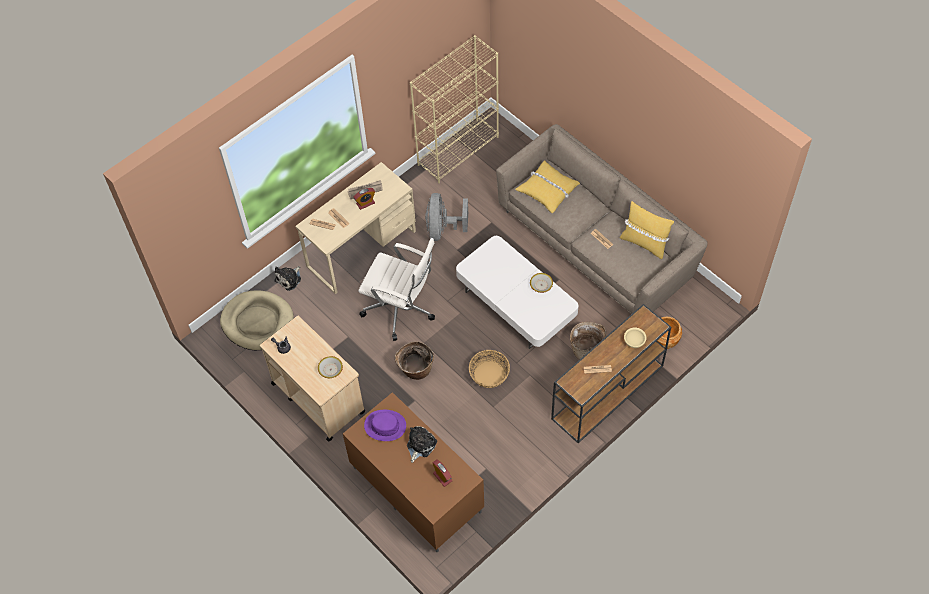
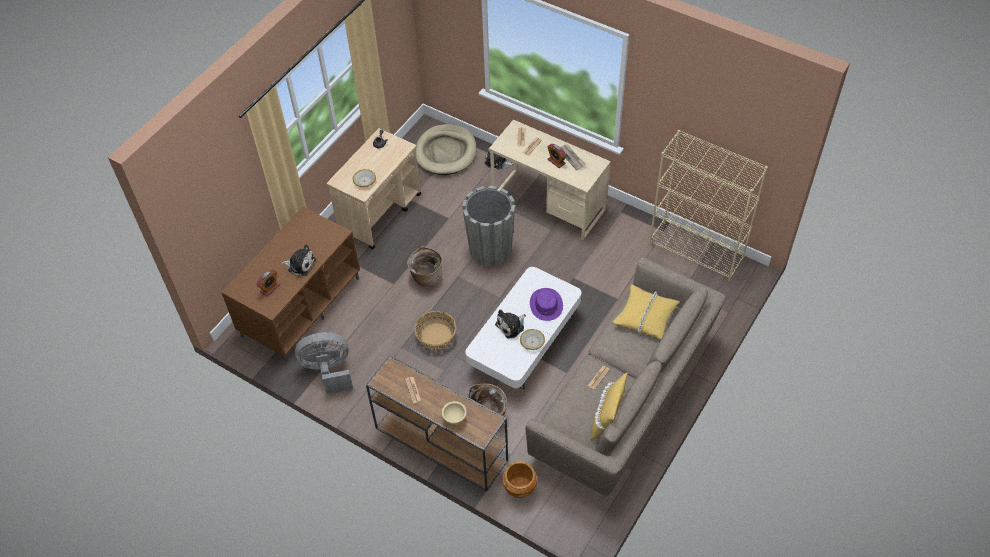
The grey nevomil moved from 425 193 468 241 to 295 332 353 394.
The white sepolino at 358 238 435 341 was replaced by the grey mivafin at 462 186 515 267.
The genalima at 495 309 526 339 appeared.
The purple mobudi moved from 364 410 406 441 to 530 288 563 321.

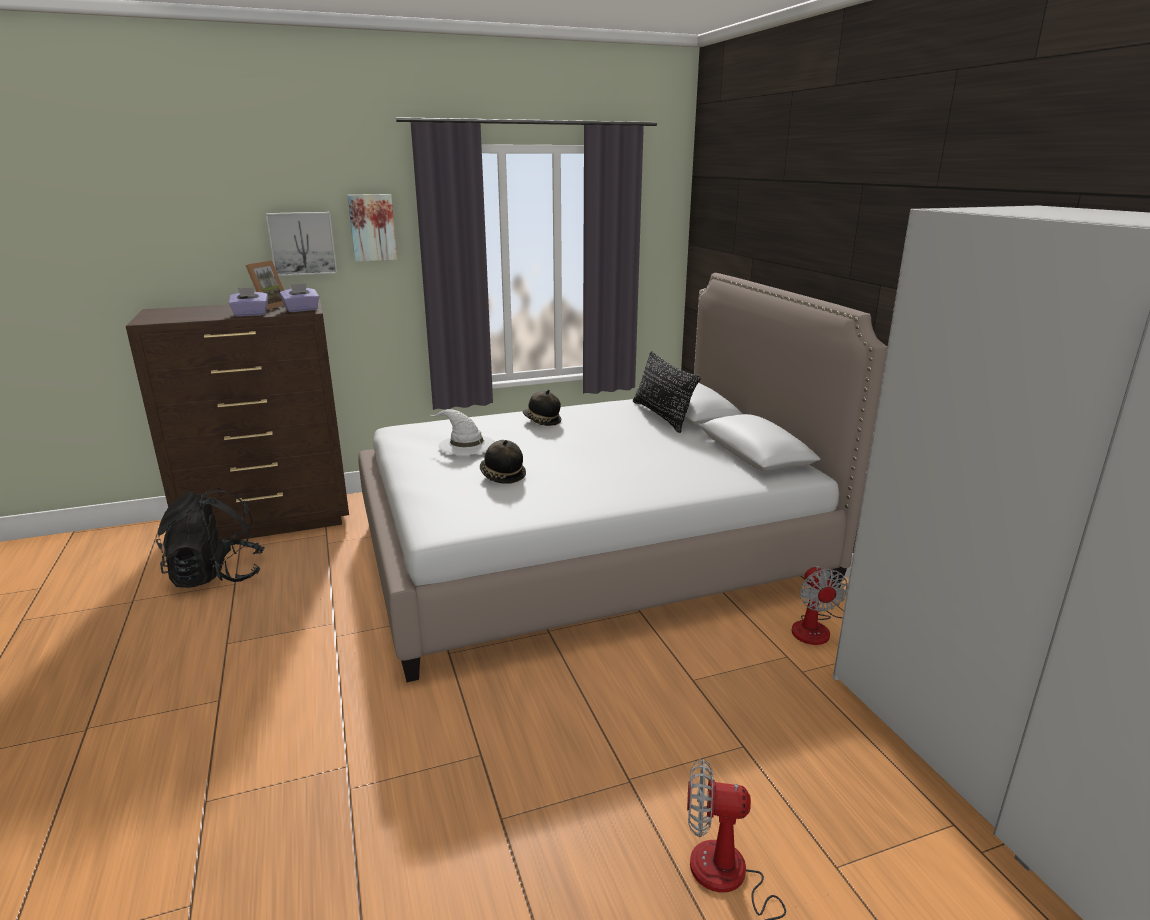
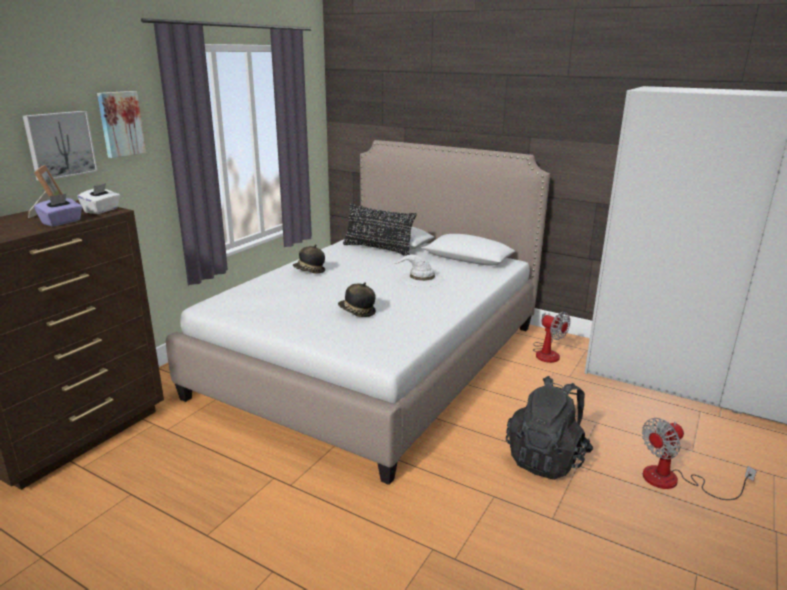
The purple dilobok at 280 283 319 312 became the white dilobok at 78 183 120 214.
The white mobudi moved from 429 409 495 455 to 395 255 444 287.
The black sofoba moved from 156 488 265 588 to 506 376 593 480.

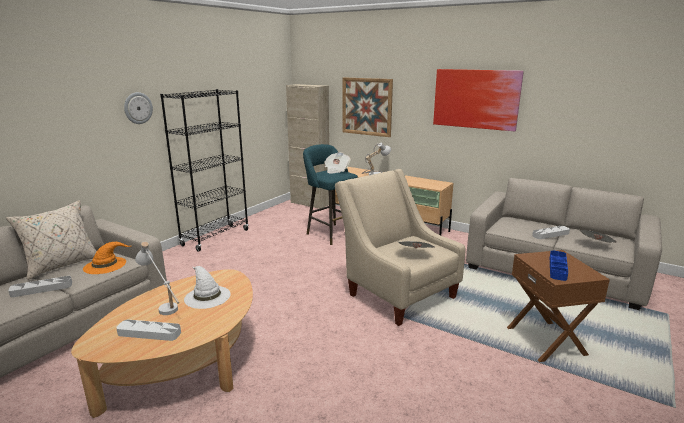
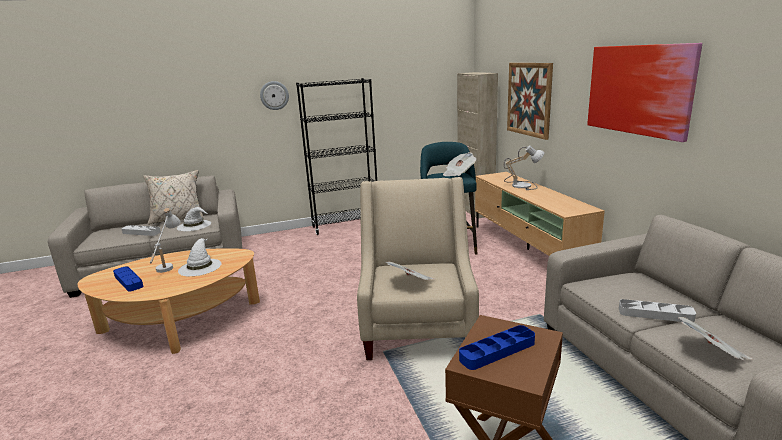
The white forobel at 116 320 181 341 became the blue forobel at 113 266 143 292.
The orange mobudi at 83 242 131 274 became the white mobudi at 177 207 211 231.

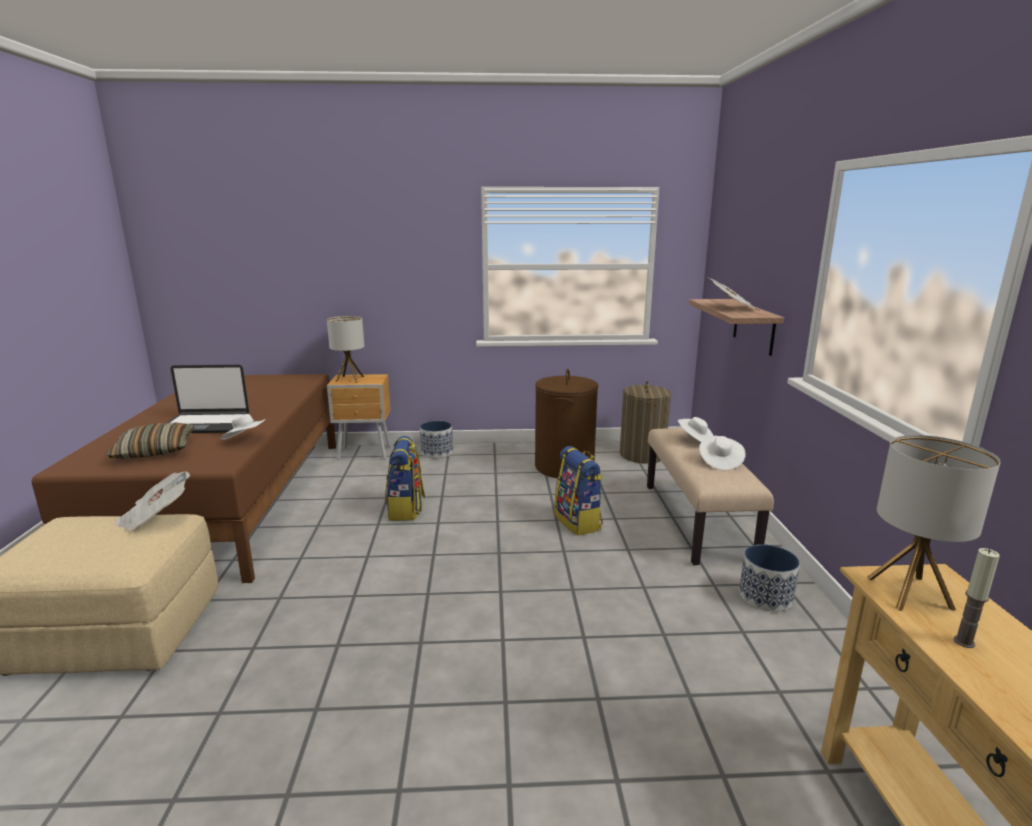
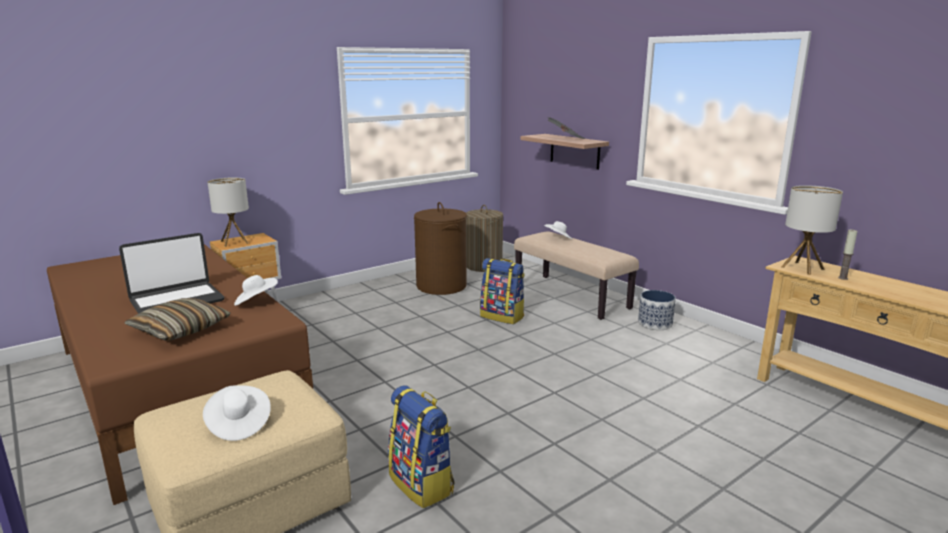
The white mobudi moved from 699 436 745 470 to 203 385 271 441.
The sofoba moved from 385 436 425 521 to 388 385 455 508.
The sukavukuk at 114 472 190 531 disappeared.
The mivafin at 420 421 453 458 disappeared.

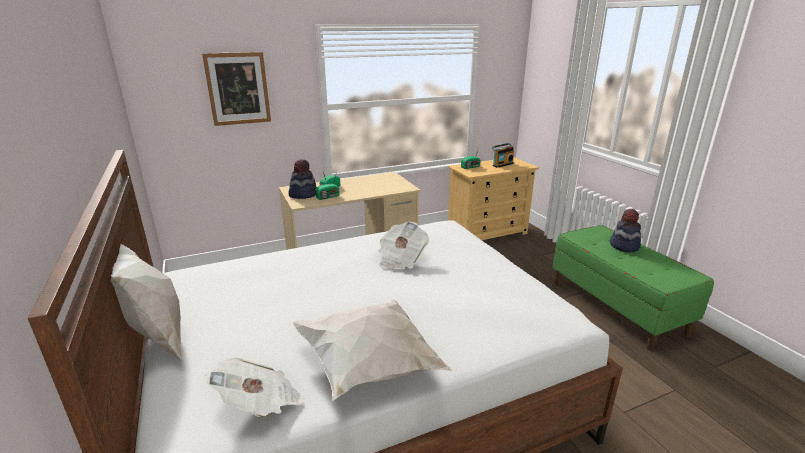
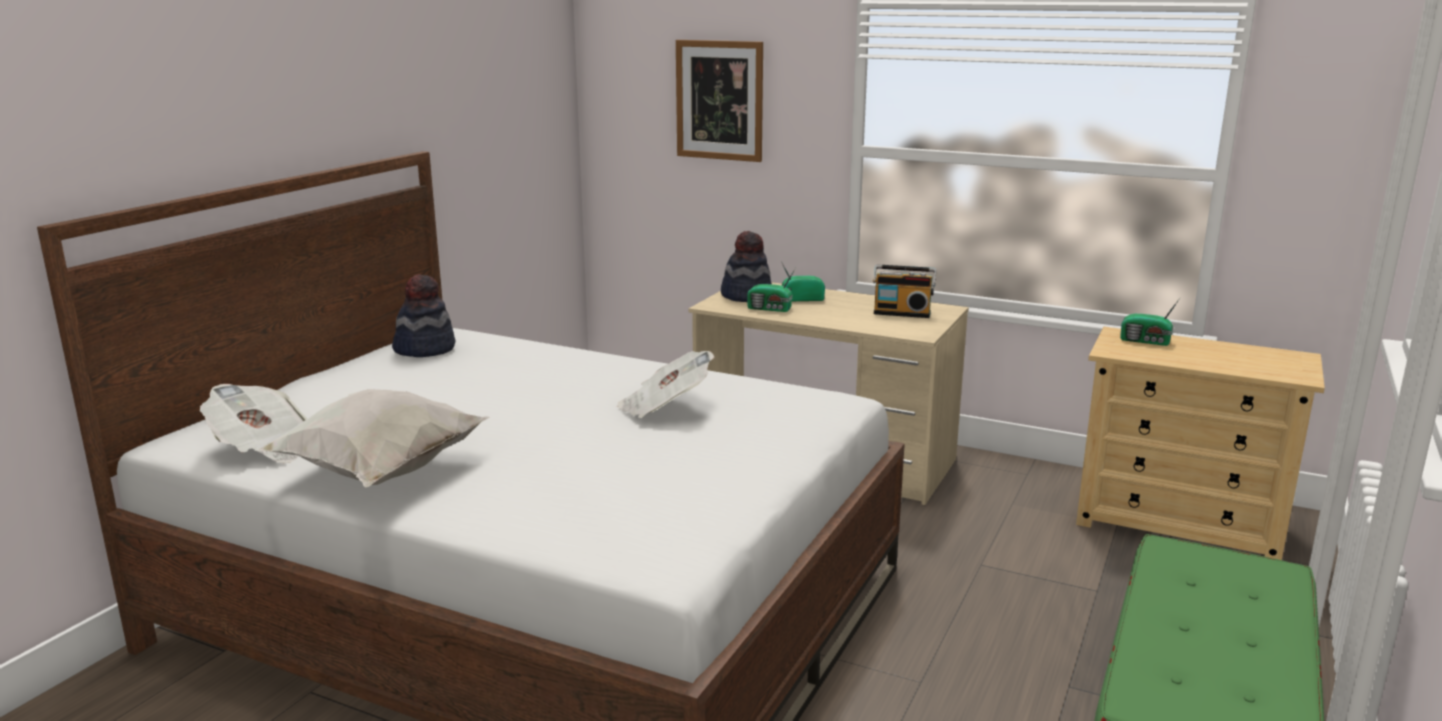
The mobudi moved from 610 209 641 253 to 392 274 456 357.
The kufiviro moved from 492 143 514 168 to 873 264 936 318.
The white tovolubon at 110 244 182 361 disappeared.

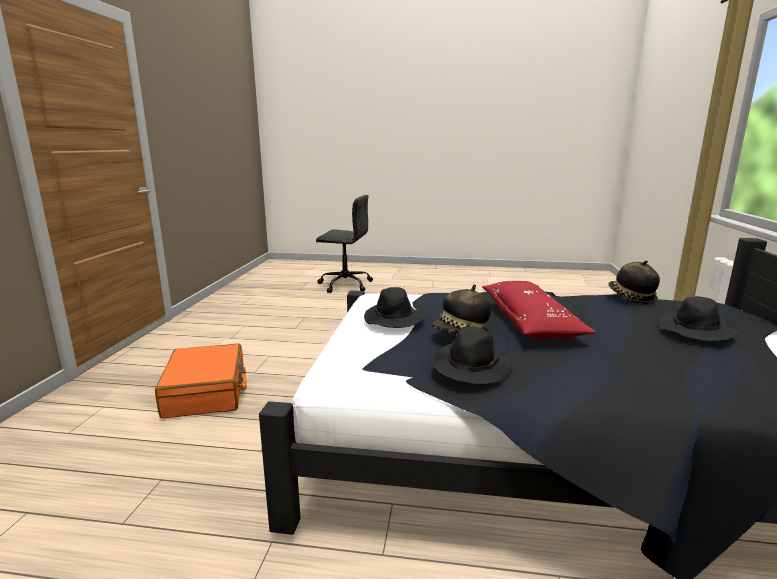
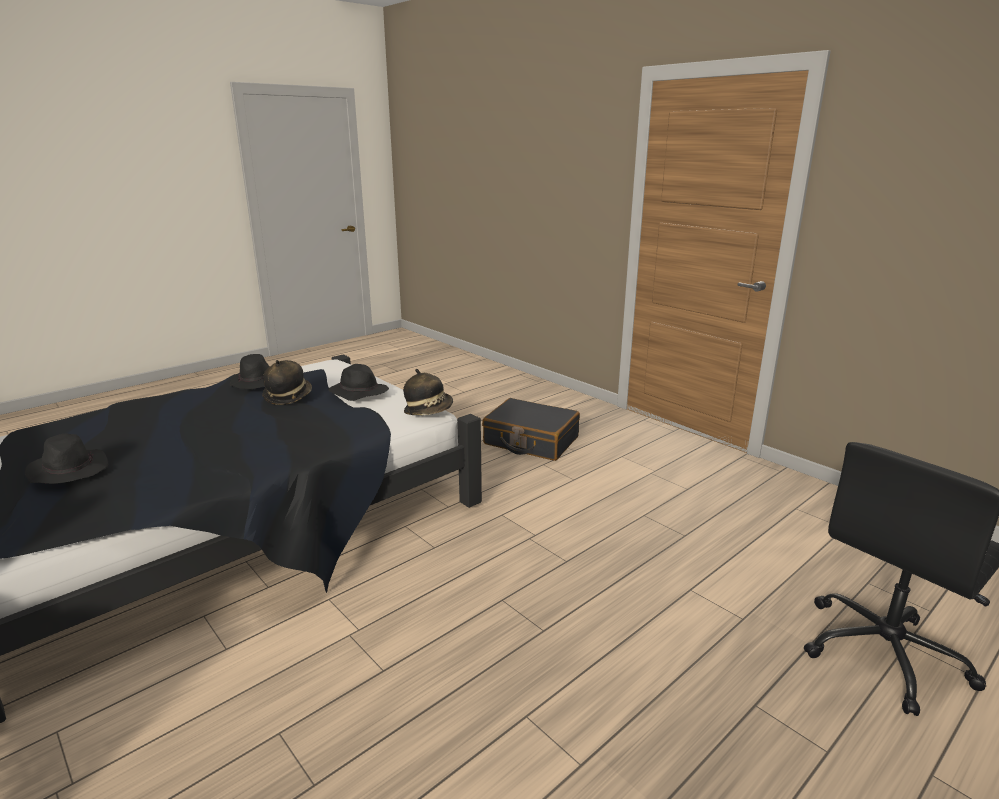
The mobudi moved from 608 260 660 305 to 403 369 453 416.
The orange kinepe at 155 343 247 419 became the black kinepe at 482 398 580 461.
The red tovolubon at 482 281 596 339 disappeared.

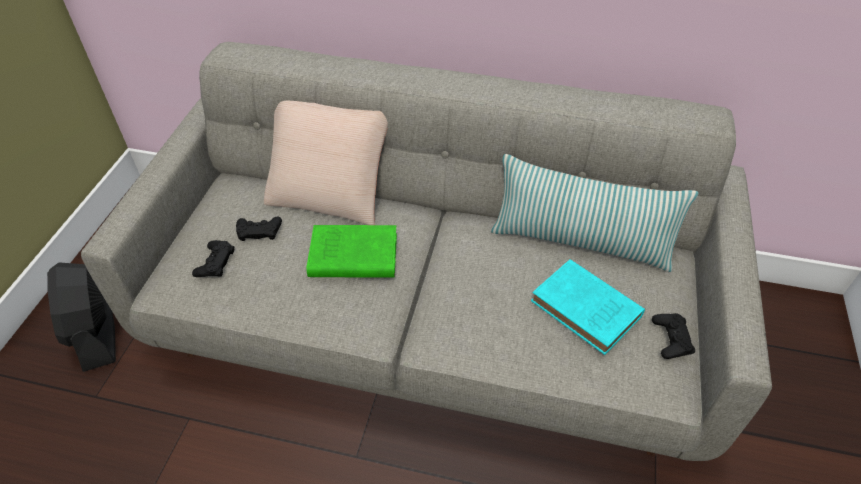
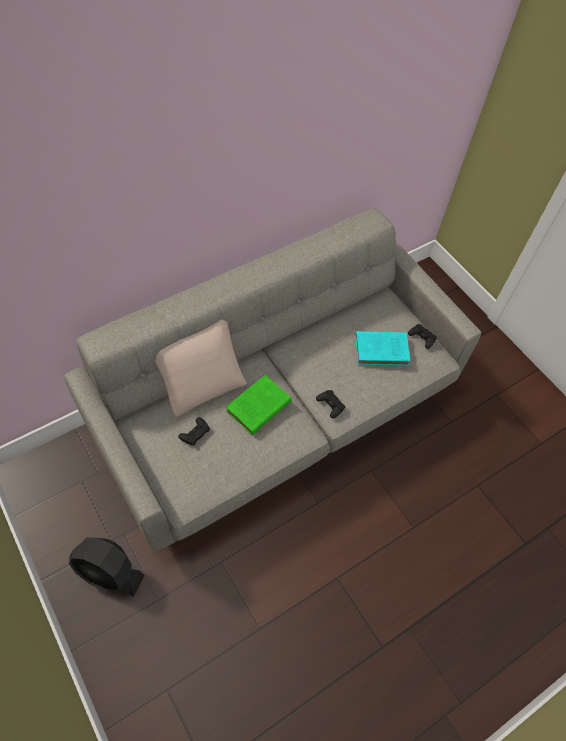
The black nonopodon moved from 192 240 234 277 to 316 390 345 419.
The tovolubon at 491 154 698 272 disappeared.

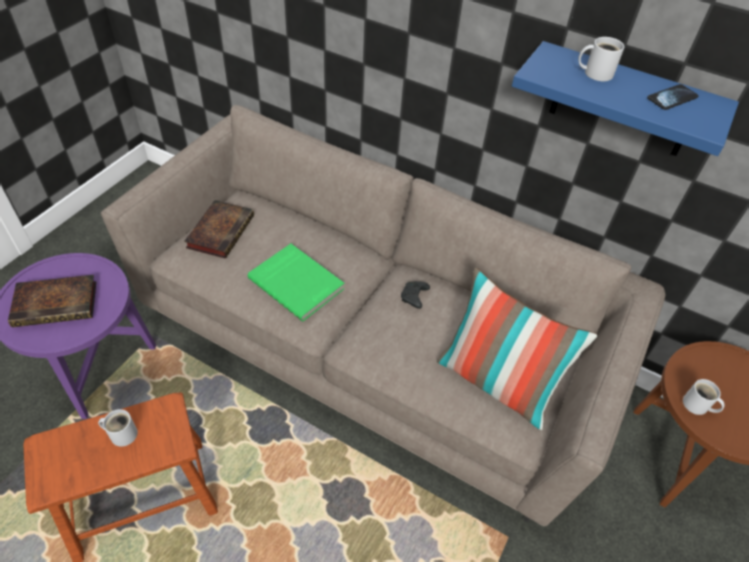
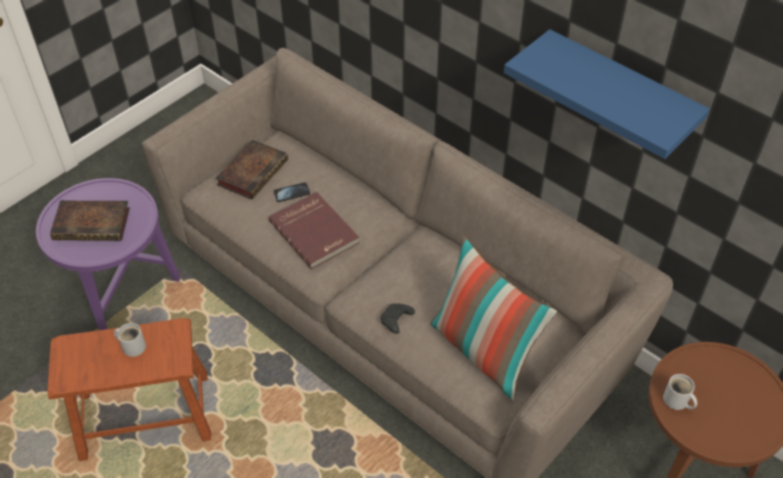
The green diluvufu at 248 244 344 322 became the red diluvufu at 269 192 359 269.
The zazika moved from 647 84 699 110 to 273 182 310 202.
The black nonopodon moved from 401 281 430 309 to 380 303 415 334.
The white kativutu at 578 37 624 81 disappeared.

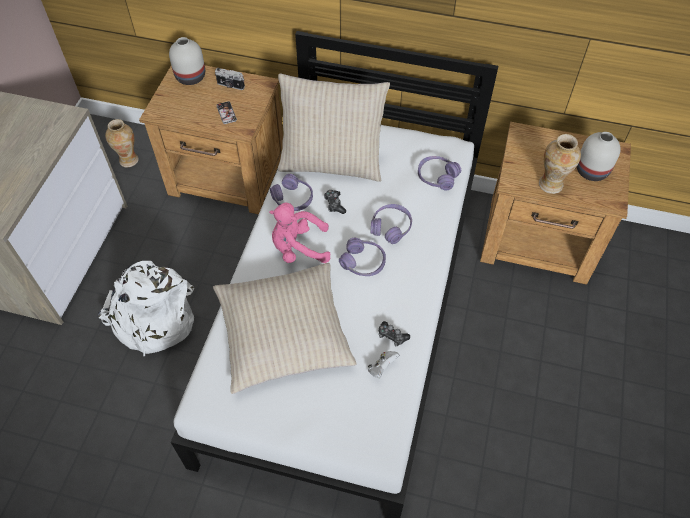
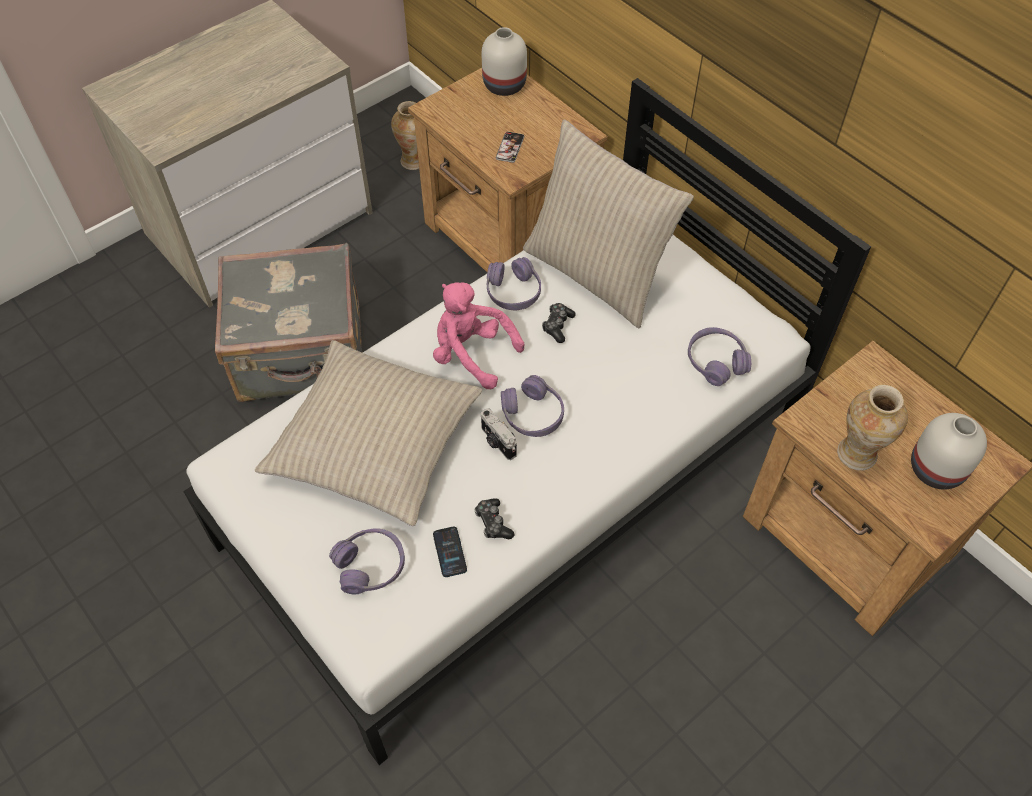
The white sofoba at 97 261 194 357 was replaced by the grey kinepe at 215 243 362 402.
The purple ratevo moved from 370 204 412 244 to 329 528 405 594.
The white nonopodon at 368 351 400 378 was replaced by the zazika at 433 526 467 577.
The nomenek moved from 215 68 245 90 to 481 408 517 460.

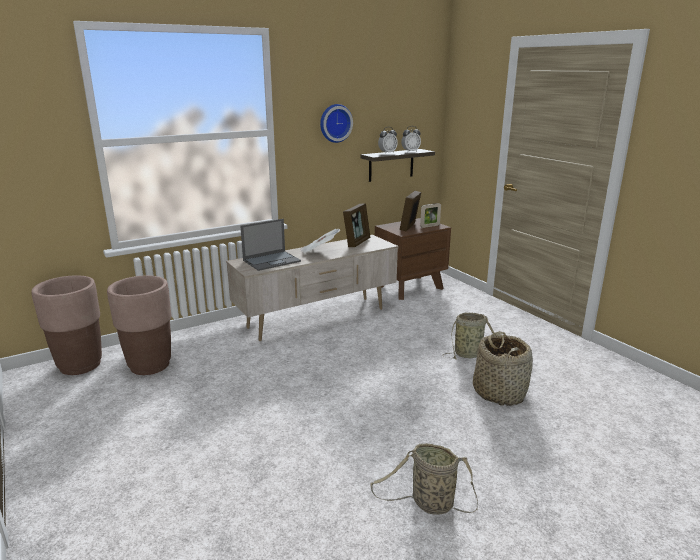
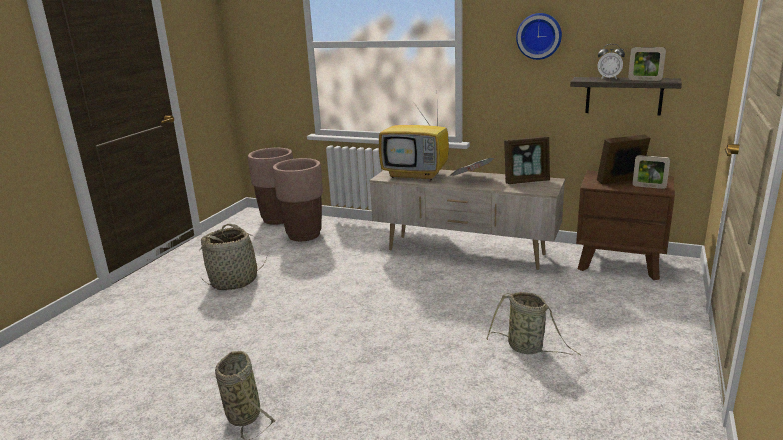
The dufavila moved from 473 331 533 406 to 198 224 267 290.
The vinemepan at 240 219 301 271 was replaced by the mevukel at 379 100 449 181.
The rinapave at 401 126 421 153 was replaced by the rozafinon at 628 47 666 81.

